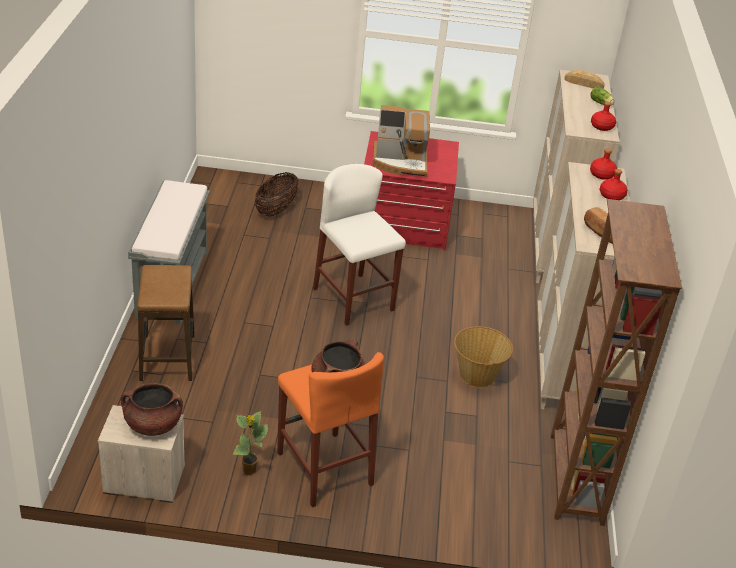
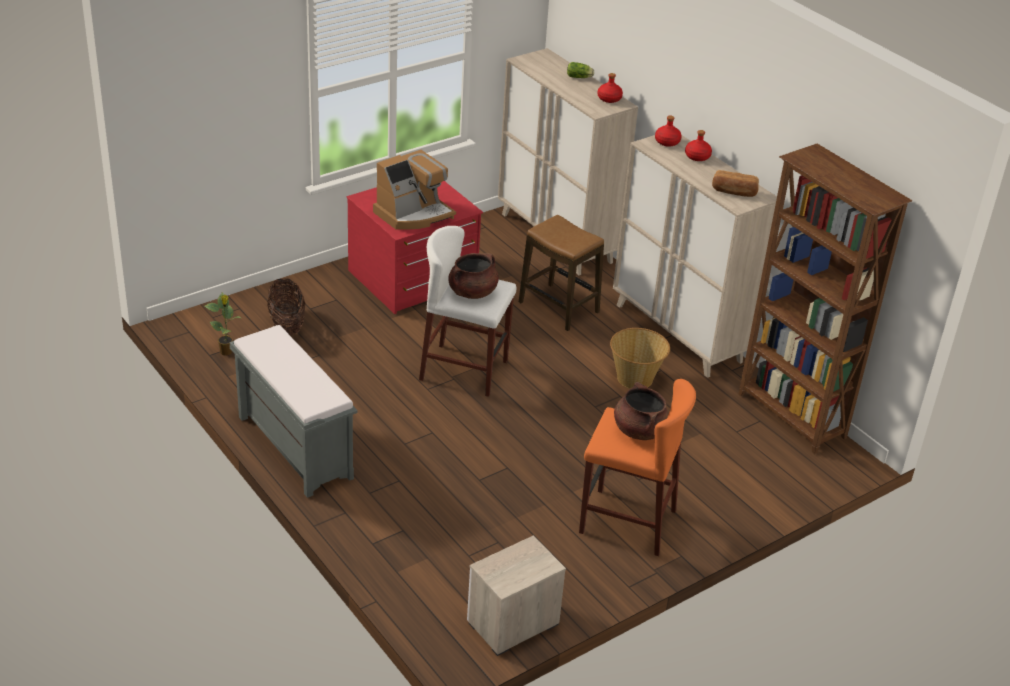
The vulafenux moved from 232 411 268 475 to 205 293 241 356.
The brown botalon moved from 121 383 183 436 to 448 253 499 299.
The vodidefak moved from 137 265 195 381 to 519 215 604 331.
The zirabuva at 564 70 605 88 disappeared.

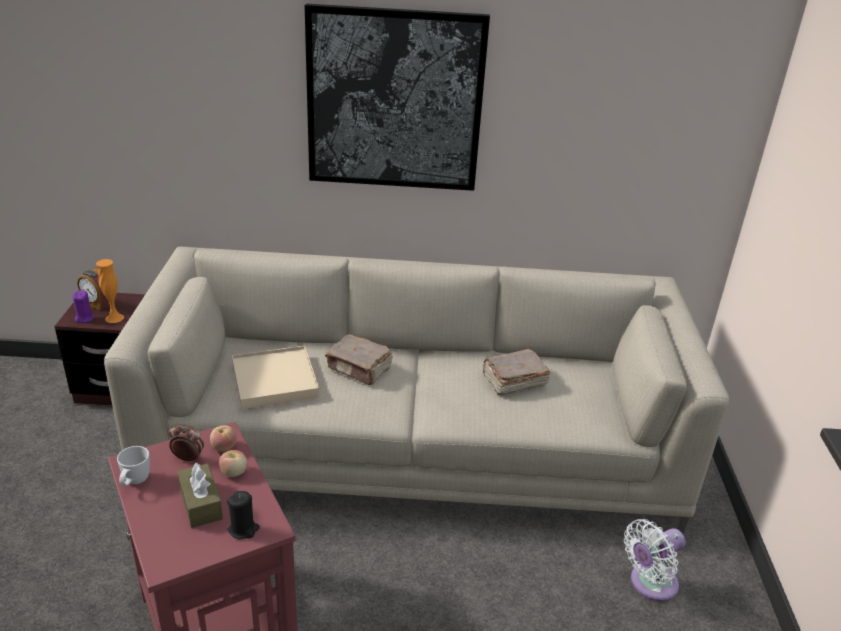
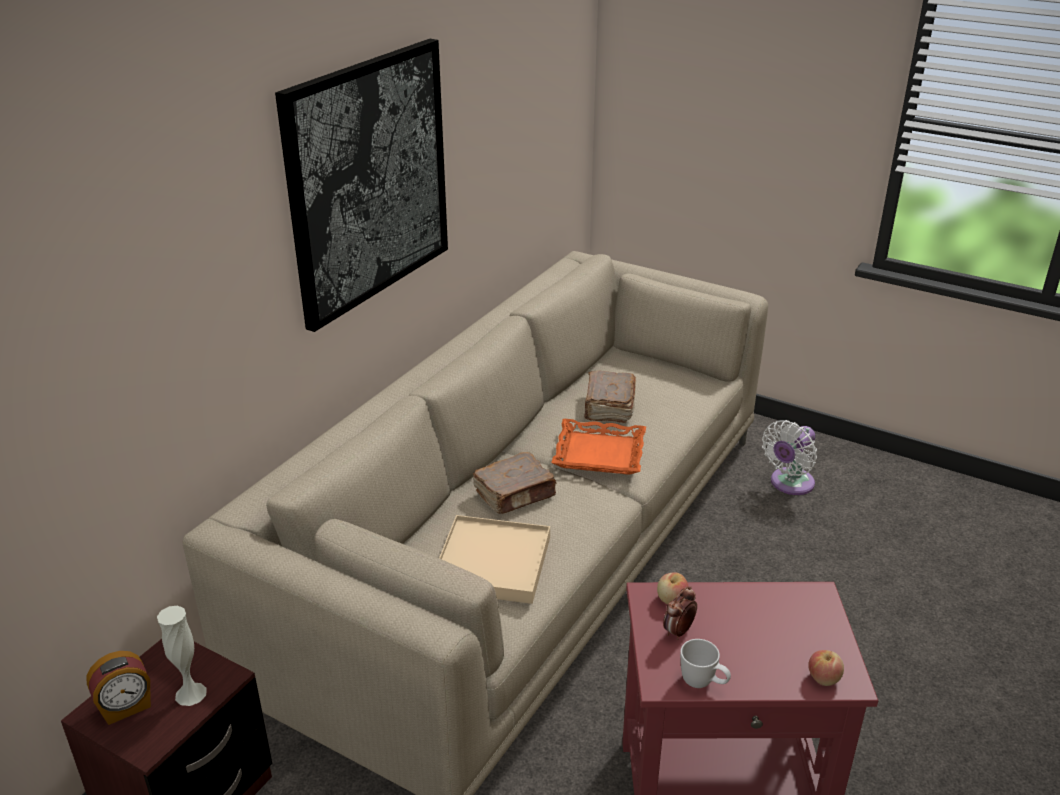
The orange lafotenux at 96 259 124 323 became the white lafotenux at 157 606 207 706.
The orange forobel at 551 419 646 475 appeared.
The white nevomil at 624 519 686 602 turned 45 degrees clockwise.
The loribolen moved from 219 450 247 477 to 808 650 844 686.
The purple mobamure at 73 290 94 323 disappeared.
The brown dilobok at 178 462 223 528 disappeared.
The black mobamure at 227 491 260 539 disappeared.

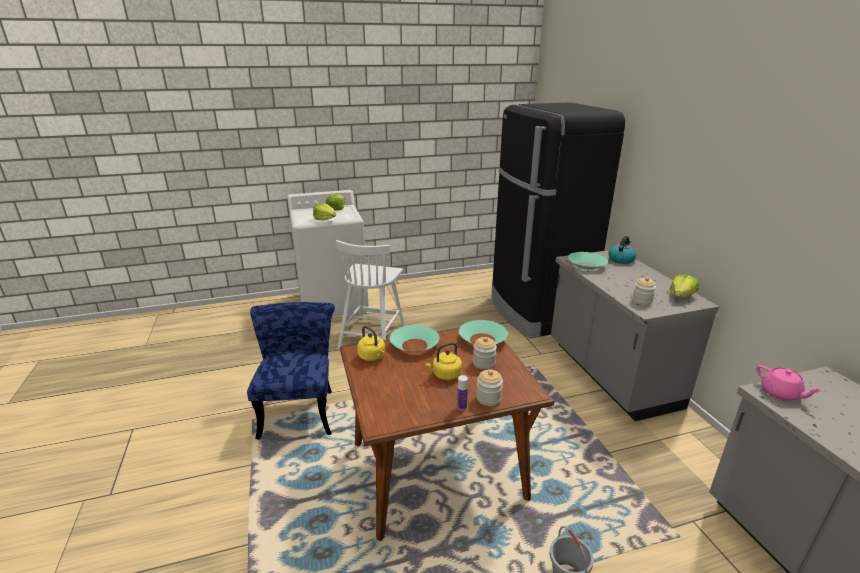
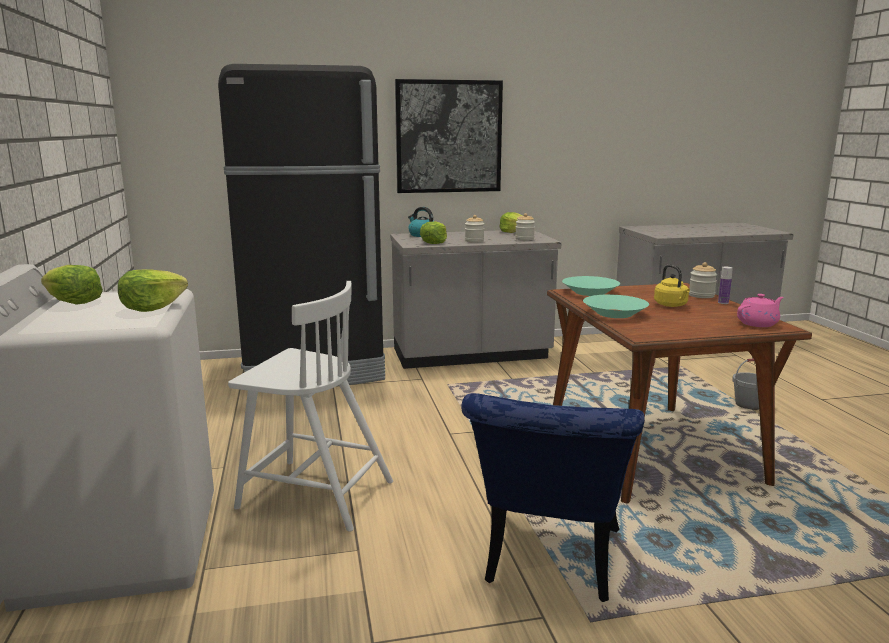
The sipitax at 395 79 503 193 appeared.
The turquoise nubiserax at 568 252 608 270 was replaced by the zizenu at 420 221 447 244.
The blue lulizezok at 247 302 335 440 turned 75 degrees counterclockwise.
The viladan moved from 473 337 497 370 to 465 215 484 243.
The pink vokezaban moved from 757 365 823 401 to 737 294 784 327.
The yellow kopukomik at 357 326 385 361 disappeared.

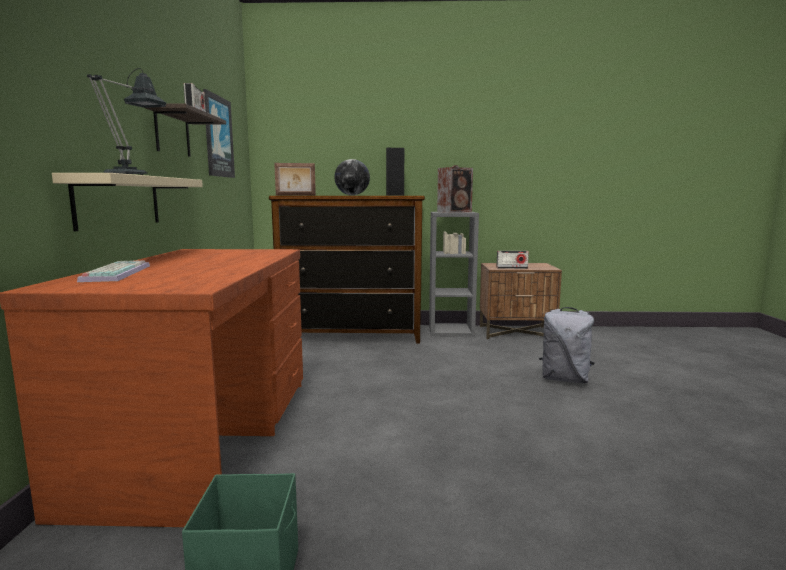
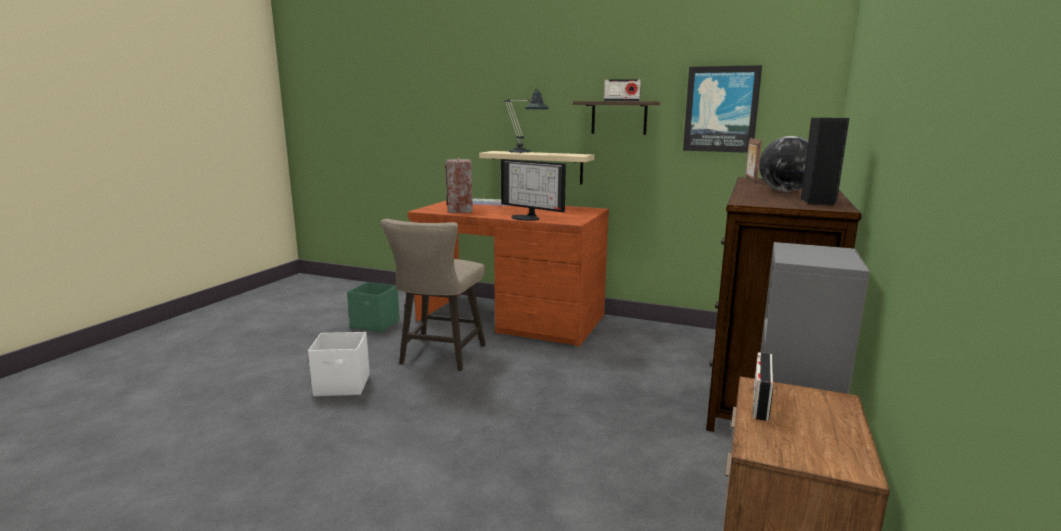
The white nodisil at 308 332 370 396 appeared.
The beige vodidefak at 380 219 486 371 appeared.
The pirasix moved from 437 165 473 213 to 445 157 473 213.
The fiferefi at 501 159 566 221 appeared.
The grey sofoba at 539 307 595 383 disappeared.

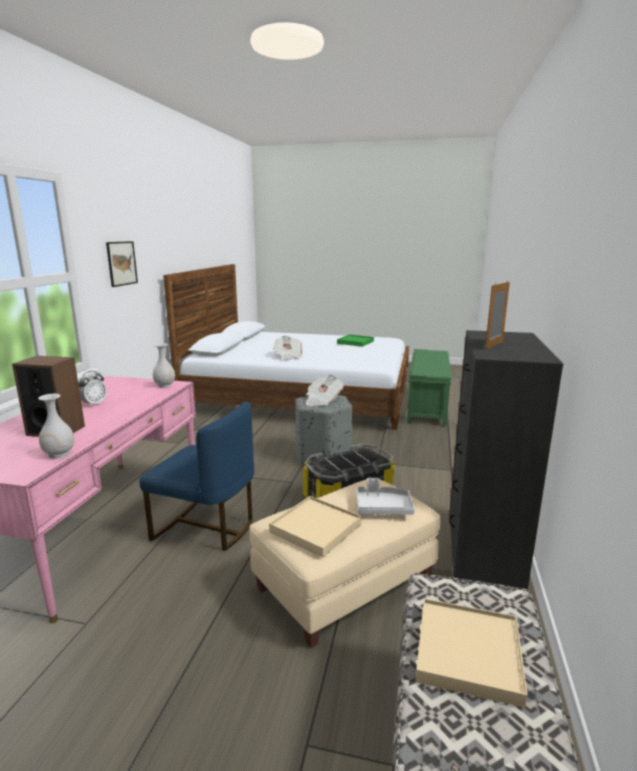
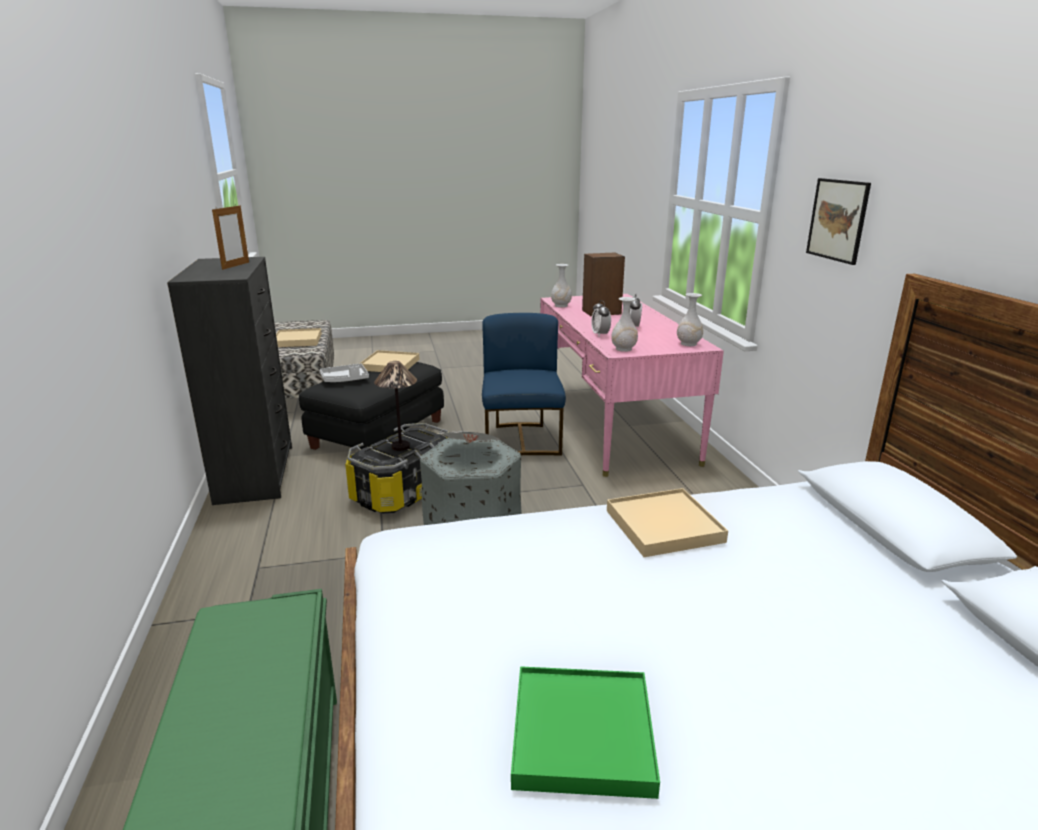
The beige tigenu at 250 478 441 648 became the black tigenu at 299 362 444 450.
The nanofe at 374 361 417 451 appeared.
The blue lulizezok at 139 401 254 551 turned 90 degrees clockwise.
The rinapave at 591 300 611 336 appeared.
The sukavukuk at 273 336 303 361 was replaced by the beige forobel at 607 488 728 557.
The white lafotenux at 677 293 703 346 appeared.

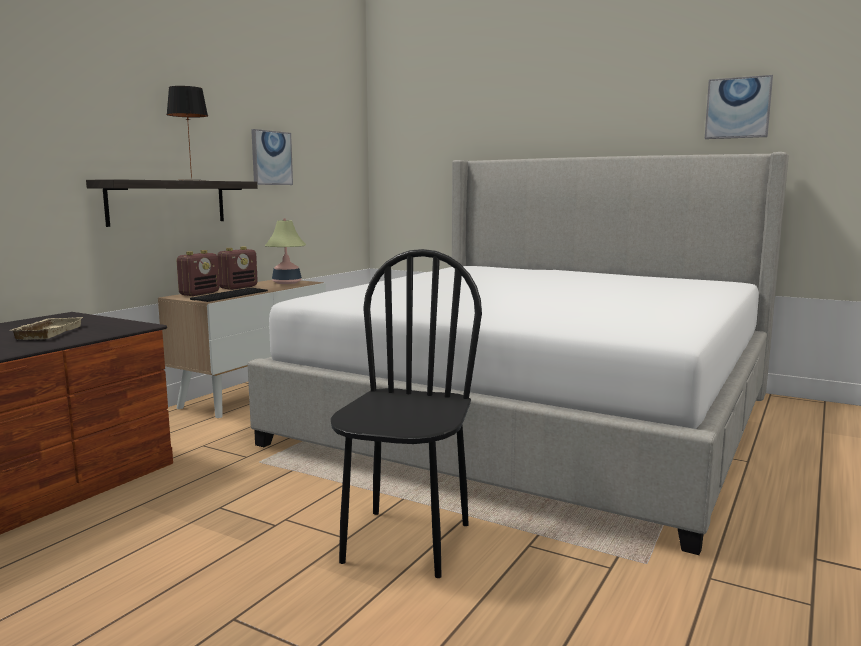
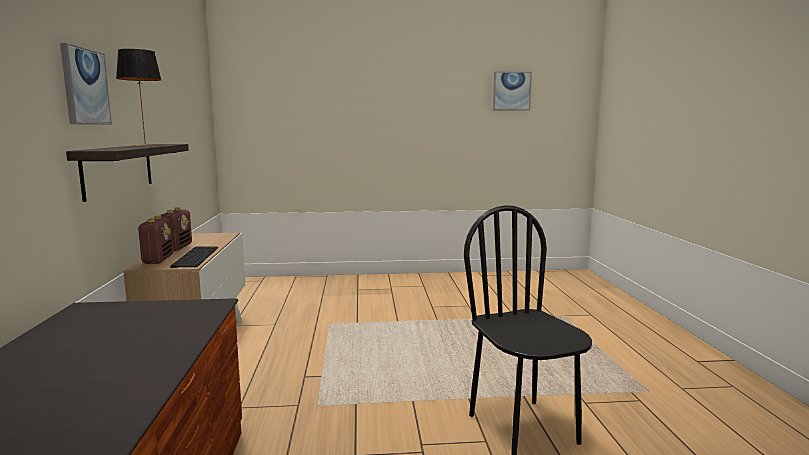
The sipitax moved from 251 129 293 185 to 60 43 112 125.
The beige forobel at 12 317 83 340 disappeared.
The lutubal at 248 152 789 555 disappeared.
The nanofe at 265 218 306 284 disappeared.

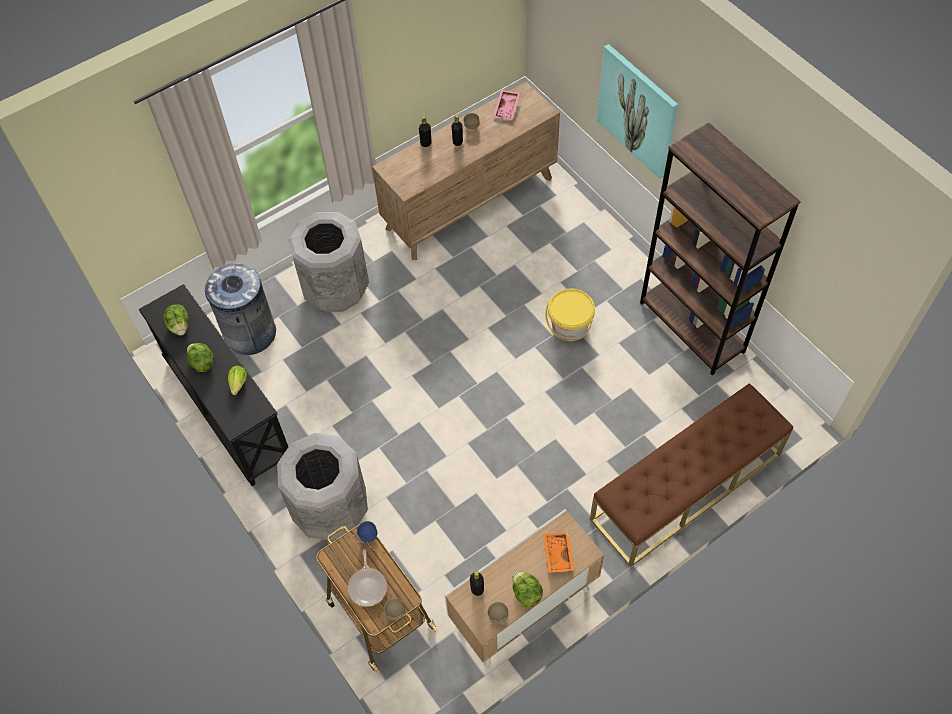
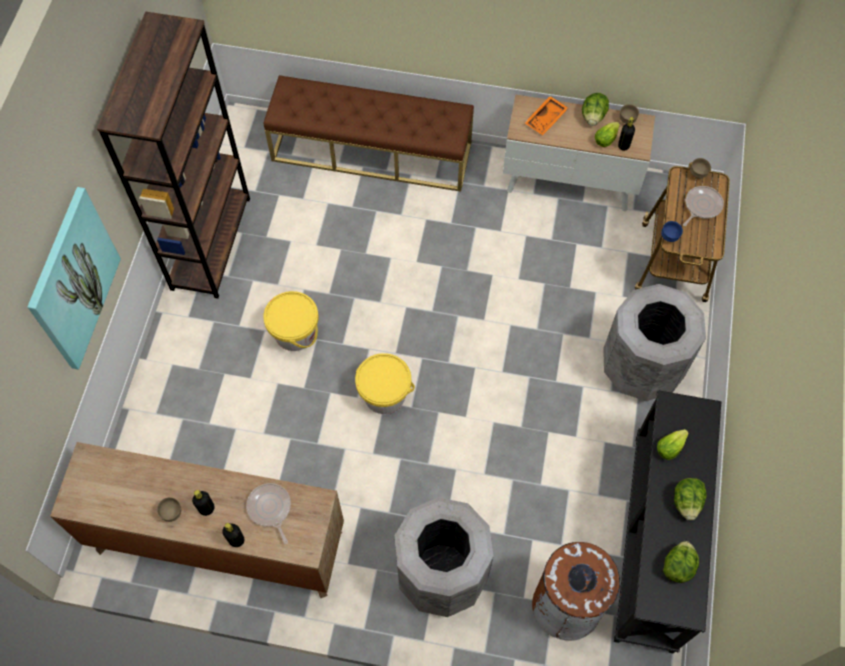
The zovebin at 246 483 291 544 appeared.
The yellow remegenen at 355 353 415 414 appeared.
The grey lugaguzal at 204 263 276 355 became the brown lugaguzal at 532 542 621 641.
The zizenu at 595 122 620 147 appeared.
The pink forobel at 493 90 520 120 disappeared.

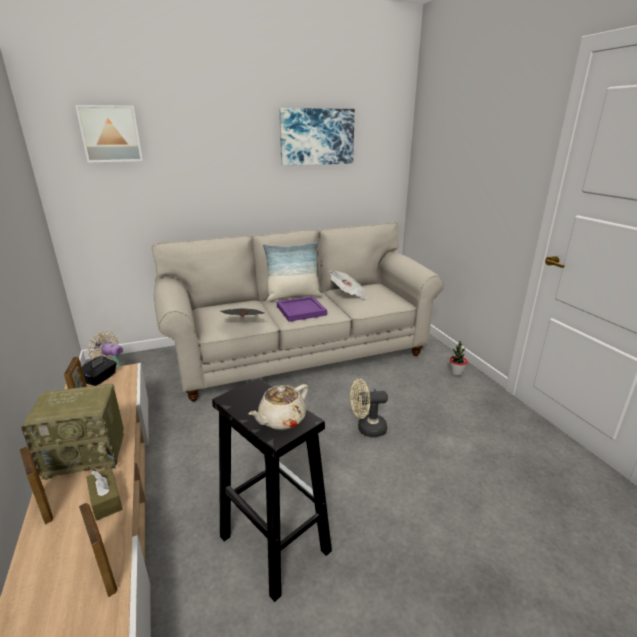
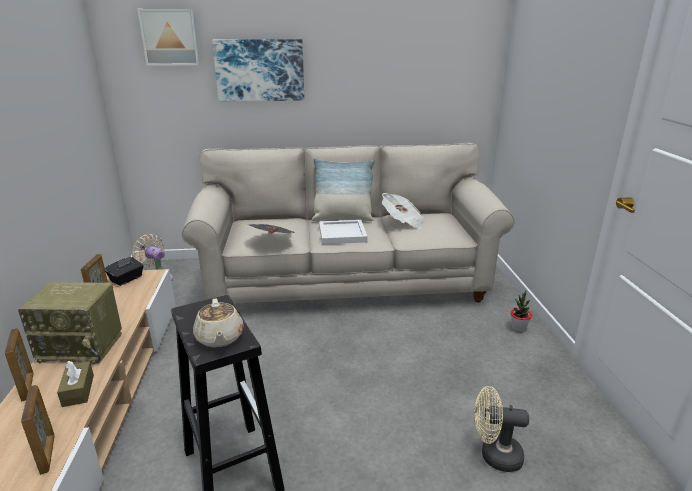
The beige vokezaban at 249 384 308 430 turned 75 degrees counterclockwise.
The sipitax moved from 279 108 355 166 to 212 39 304 101.
The purple forobel at 277 296 327 322 became the white forobel at 319 220 368 244.
The beige nevomil moved from 350 379 388 437 to 474 386 529 472.

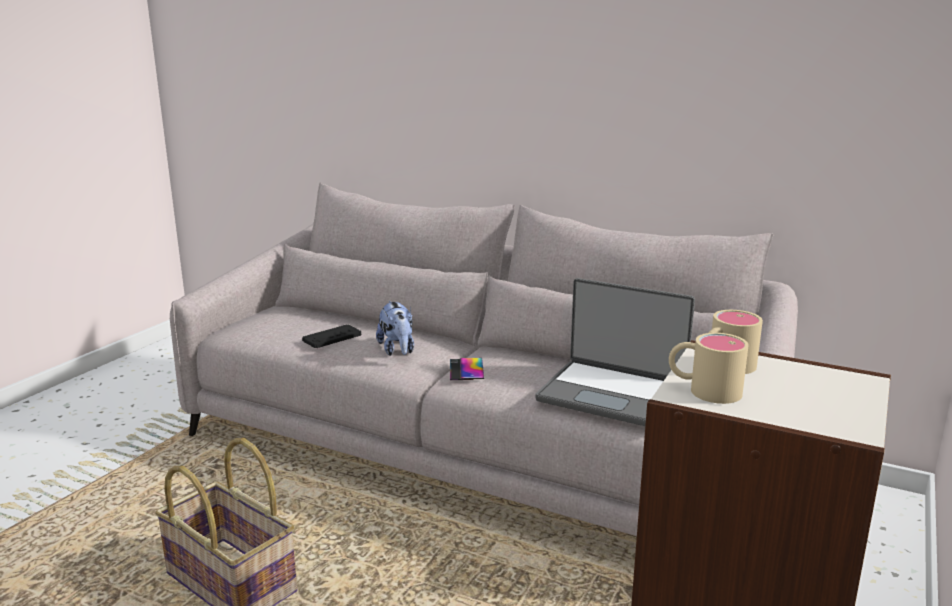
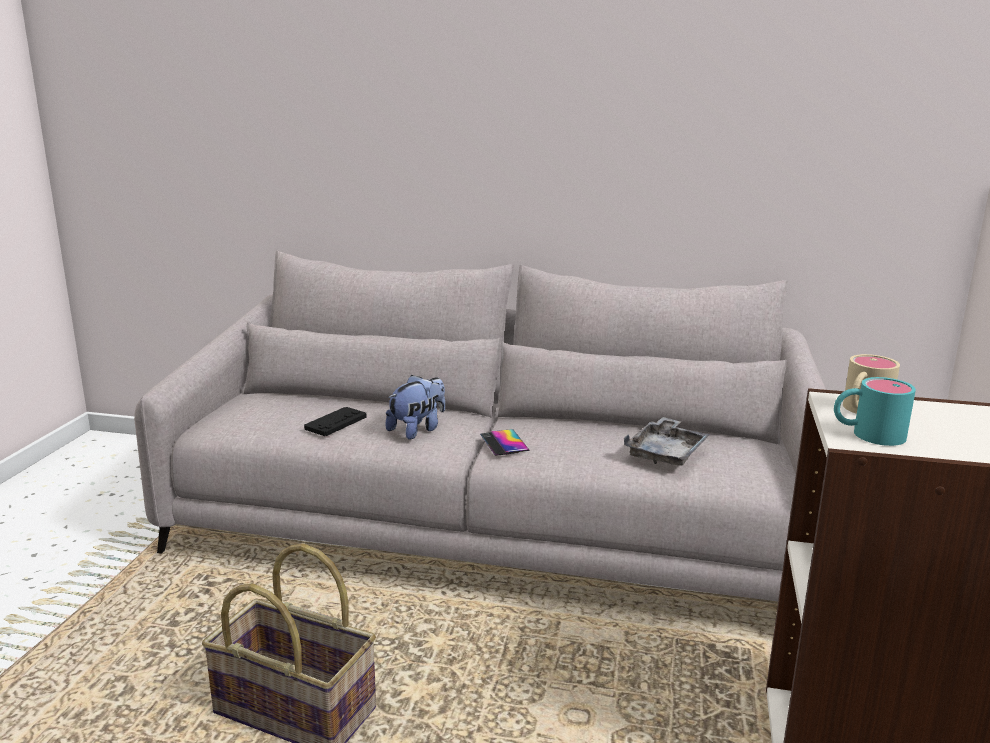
The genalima at 376 301 414 356 turned 105 degrees counterclockwise.
The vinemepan at 535 278 695 426 was replaced by the grey forobel at 624 417 710 466.
The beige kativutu at 669 333 749 404 became the turquoise kativutu at 834 377 916 446.

